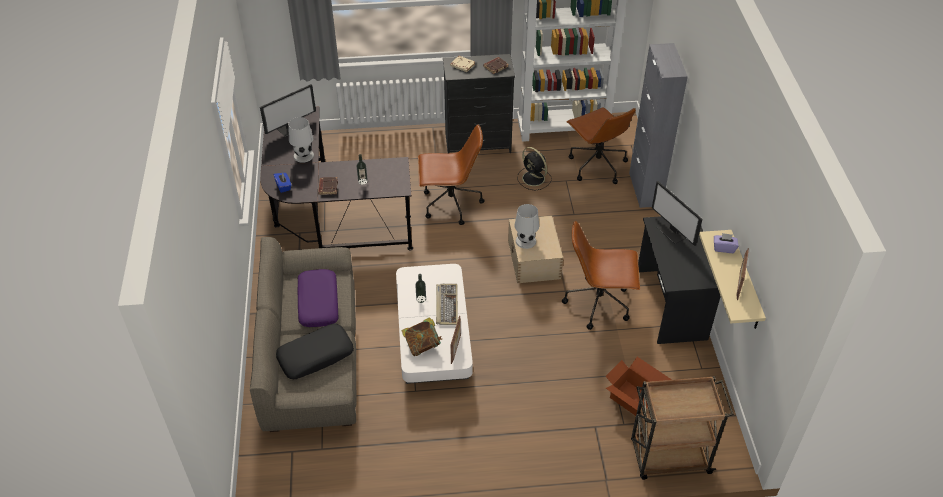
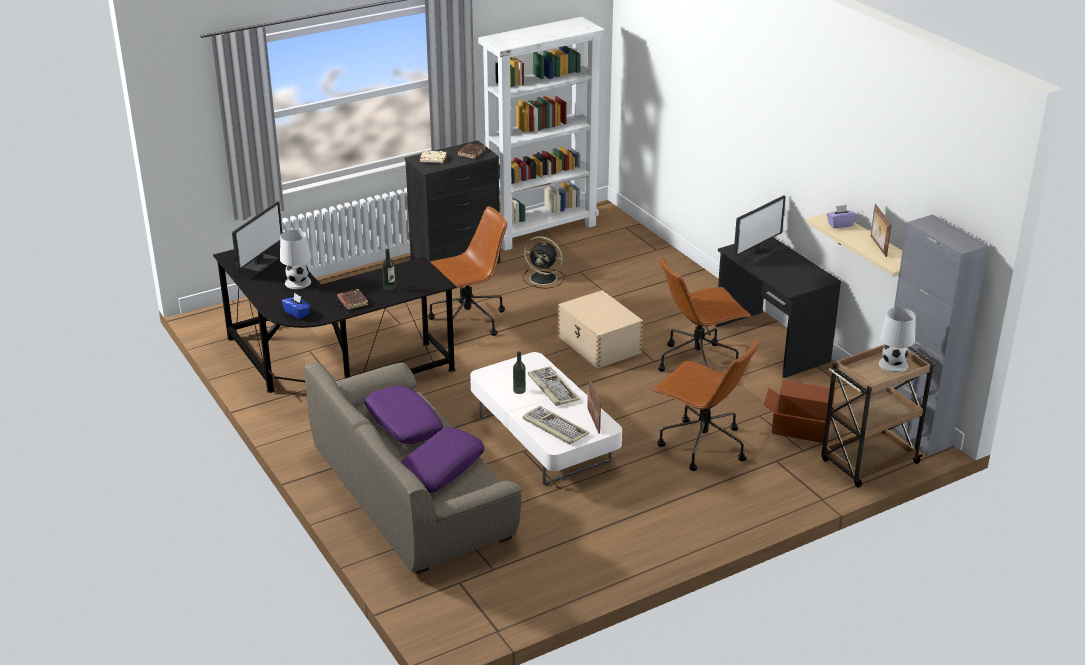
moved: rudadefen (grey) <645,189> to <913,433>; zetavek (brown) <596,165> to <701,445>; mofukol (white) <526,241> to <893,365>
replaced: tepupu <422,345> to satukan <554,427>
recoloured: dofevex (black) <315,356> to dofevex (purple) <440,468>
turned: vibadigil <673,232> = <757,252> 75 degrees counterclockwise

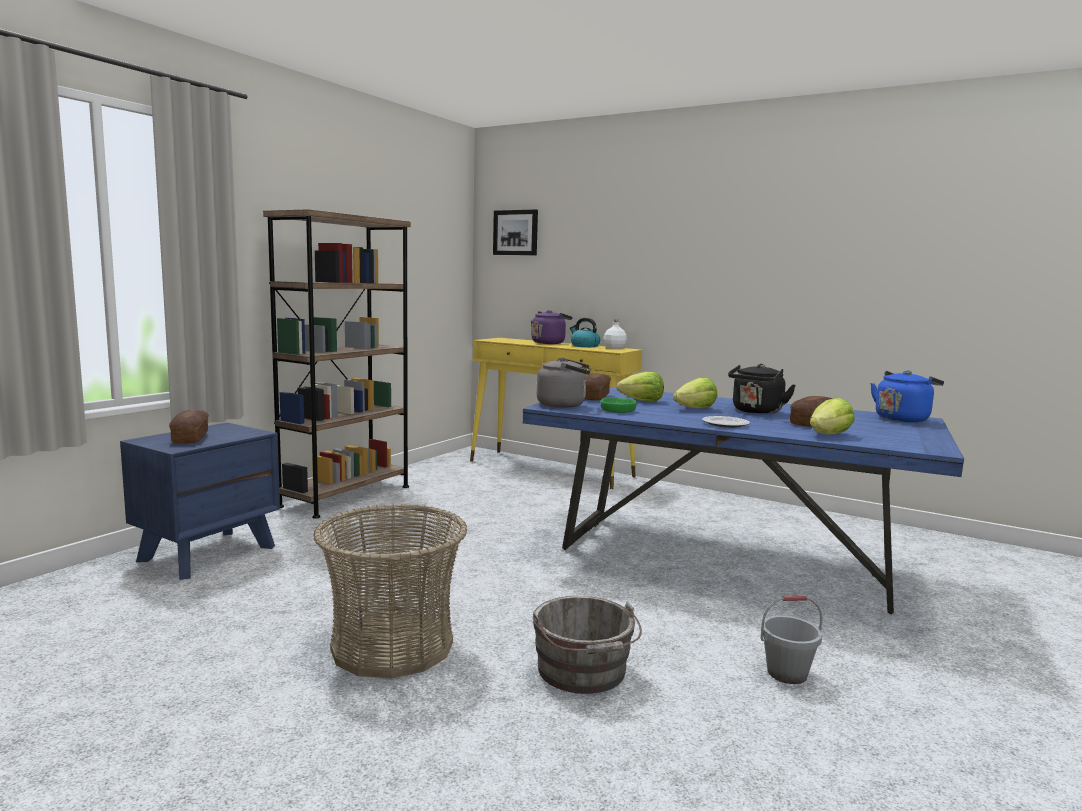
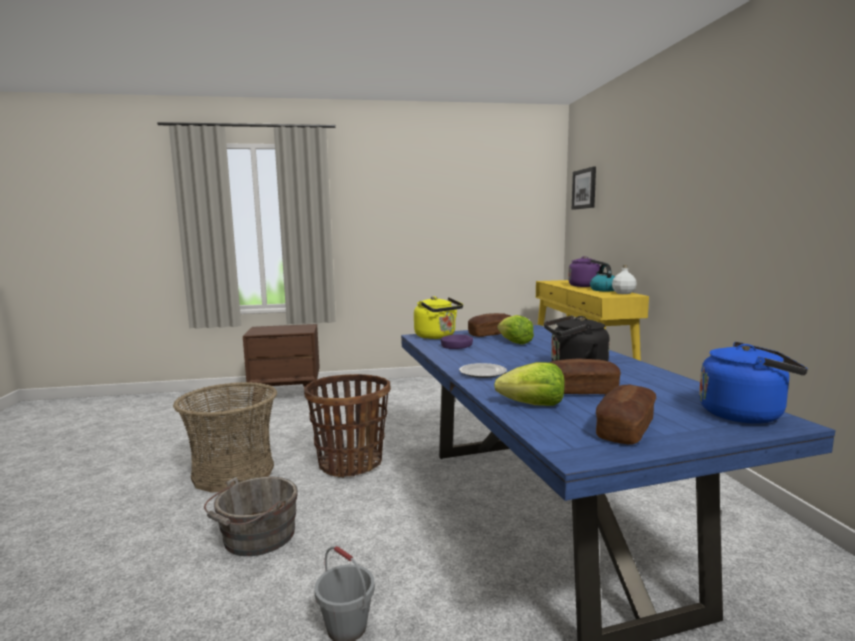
removed: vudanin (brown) <346,496>; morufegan <695,408>
added: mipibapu <350,463>
moved: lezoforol <190,438> to <625,429>
recoloured: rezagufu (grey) <564,405> to rezagufu (yellow) <437,336>; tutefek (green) <618,410> to tutefek (purple) <456,346>; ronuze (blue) <208,553> to ronuze (brown) <287,397>

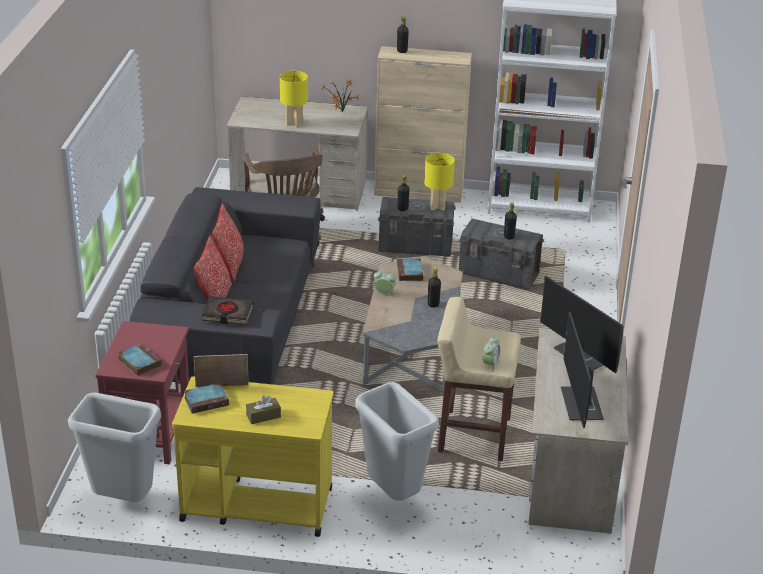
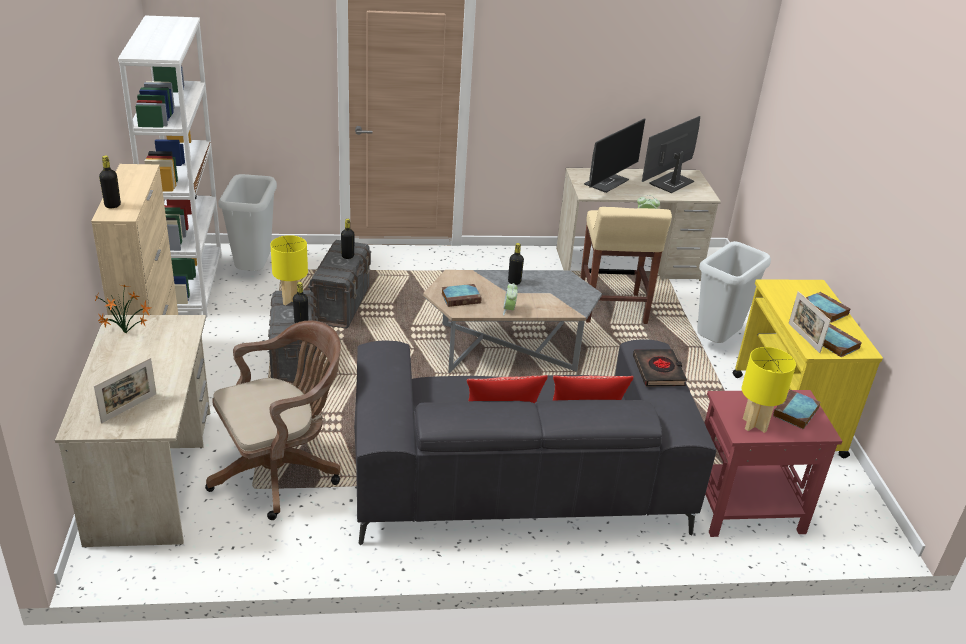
added: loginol <129,408>
moved: mofukol (yellow) <294,124> to <754,424>; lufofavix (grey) <122,501> to <254,272>
replaced: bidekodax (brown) <263,416> to tepupu <823,309>
turned: vibadigil <582,405> = <671,183> 150 degrees clockwise

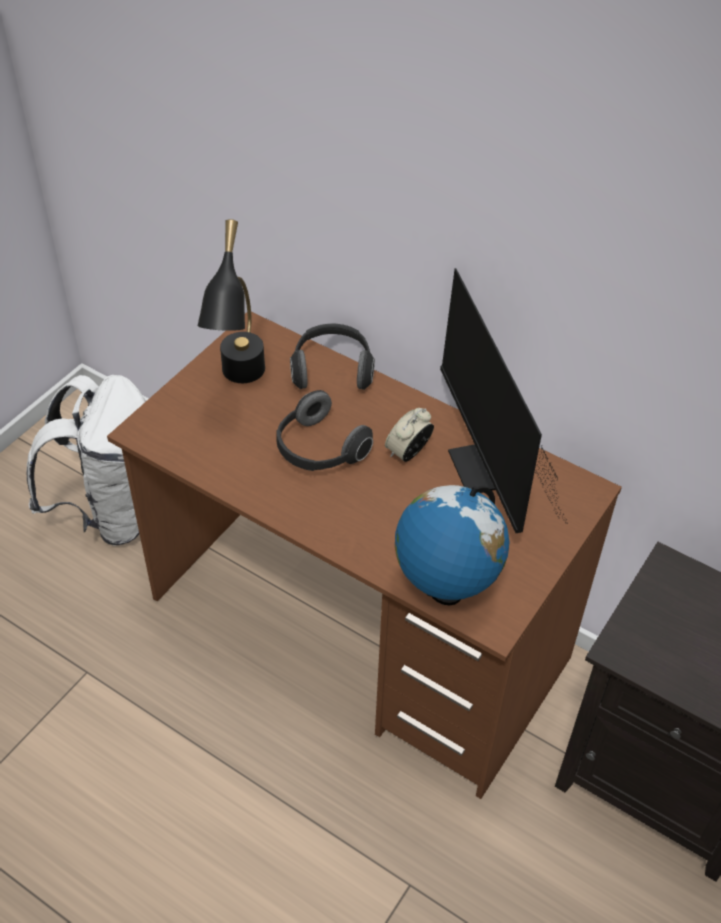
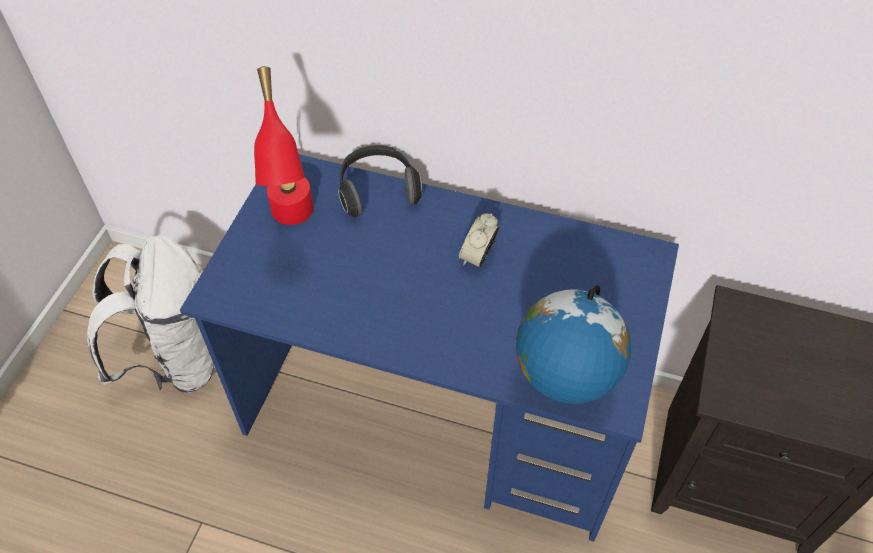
removed: vibadigil <487,476>; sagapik <319,450>
recoloured: mofukol (black) <240,383> to mofukol (red) <294,224>; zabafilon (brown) <358,629> to zabafilon (blue) <437,414>

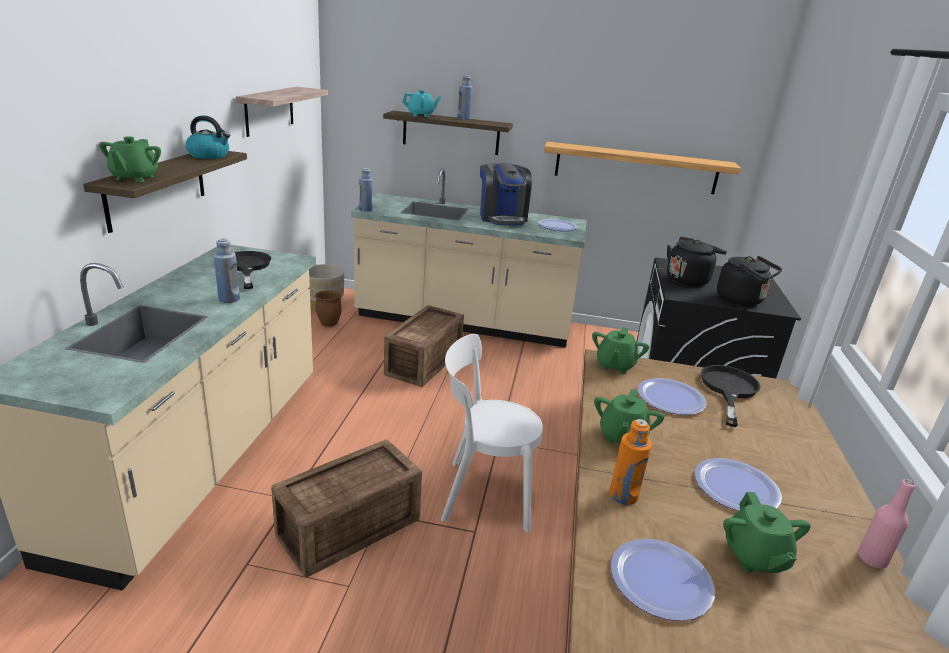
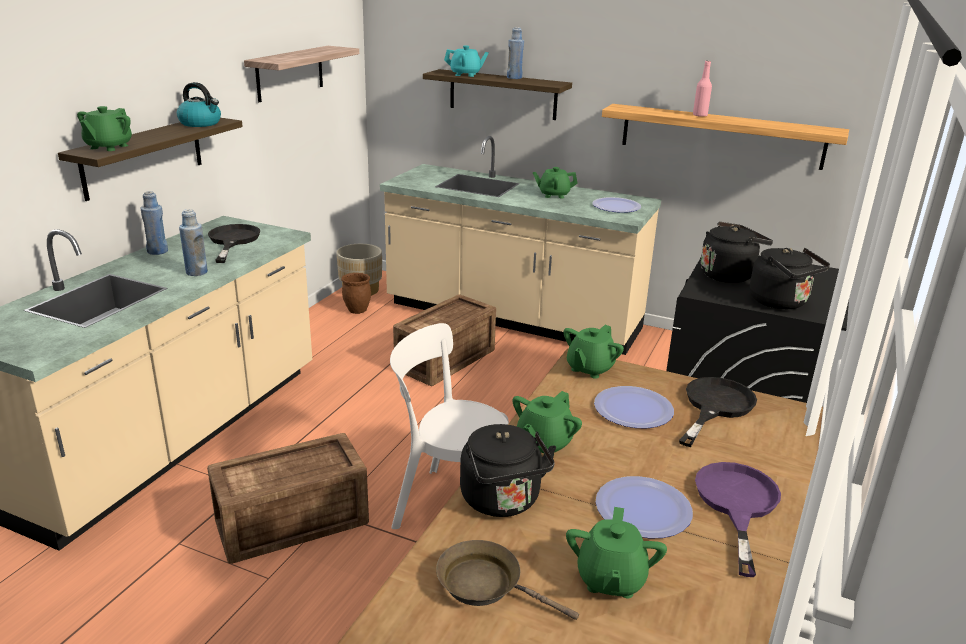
added: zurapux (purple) <736,504>
moved: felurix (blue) <365,209> to <157,251>; felurix (pink) <871,559> to <700,115>
replaced: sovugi <502,218> to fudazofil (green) <553,195>; felurix (orange) <623,495> to rezagufu (black) <503,501>; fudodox <660,580> to zurapux (brown) <486,585>

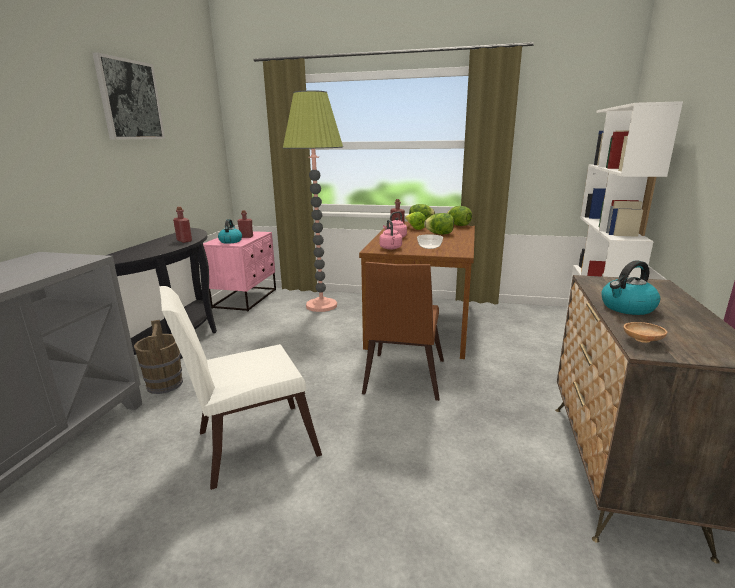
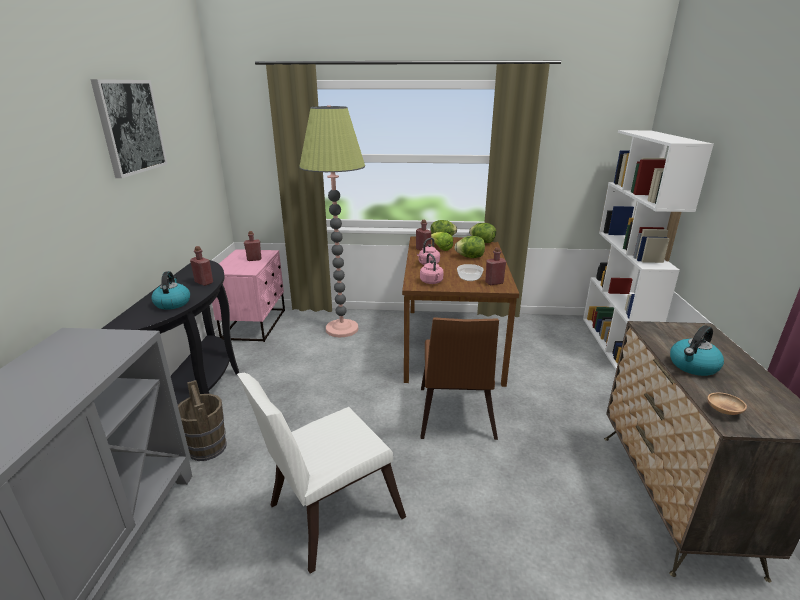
added: felurix (red) <494,283>
moved: rezagufu <230,241> to <172,303>

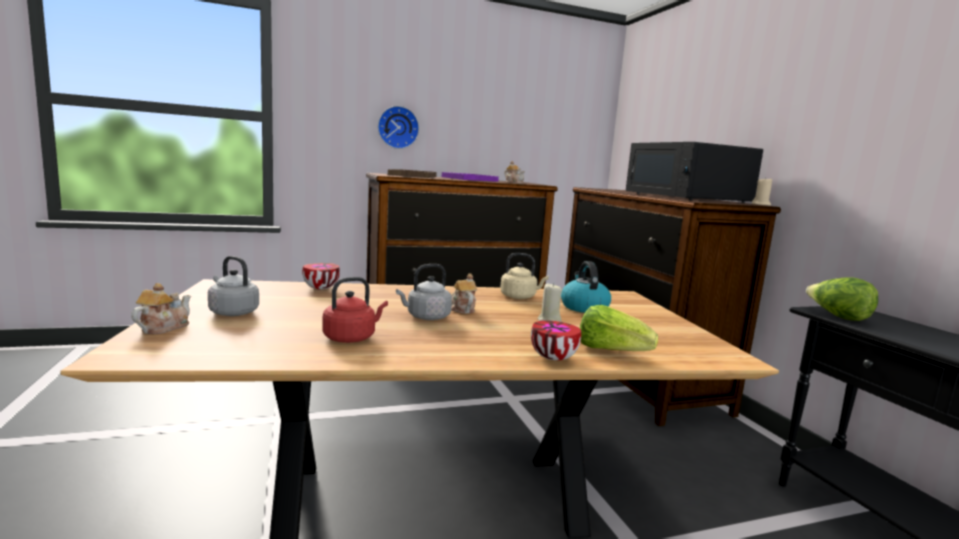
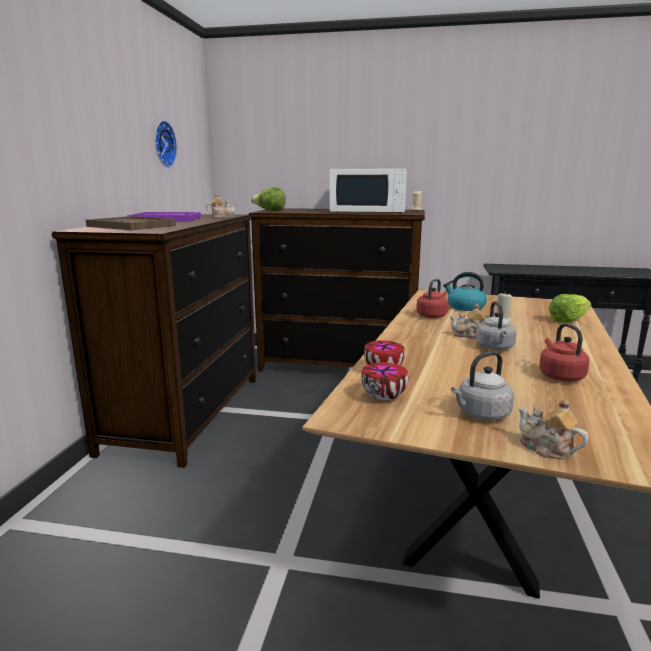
moved: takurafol <398,127> to <162,144>; morufegan <838,317> to <270,211>; tutefek <554,359> to <385,397>
recoloured: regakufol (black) <687,198> to regakufol (white) <370,211>; rezagufu (beige) <520,297> to rezagufu (red) <432,315>

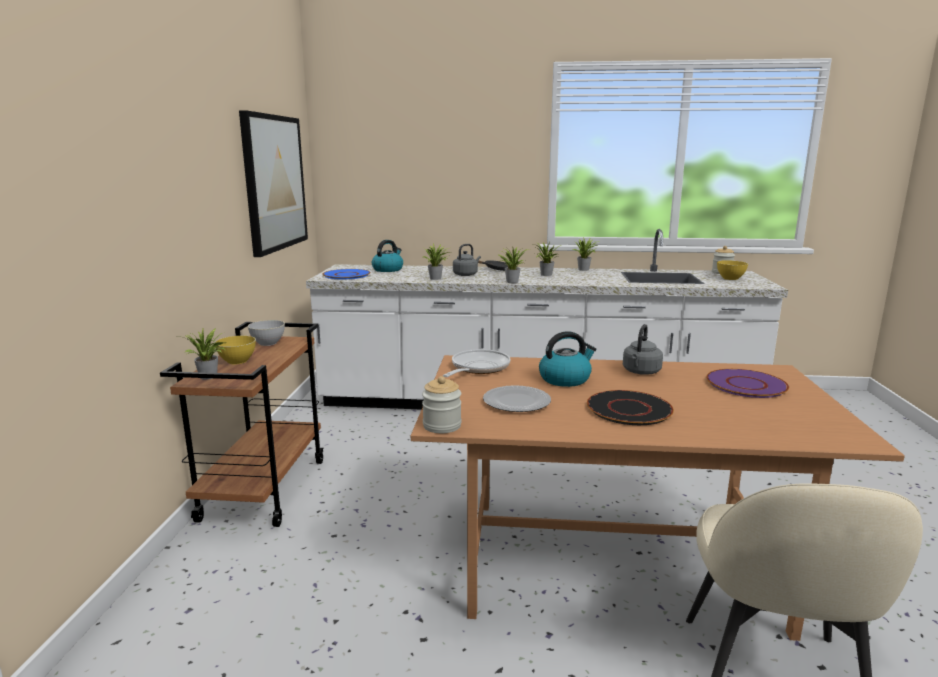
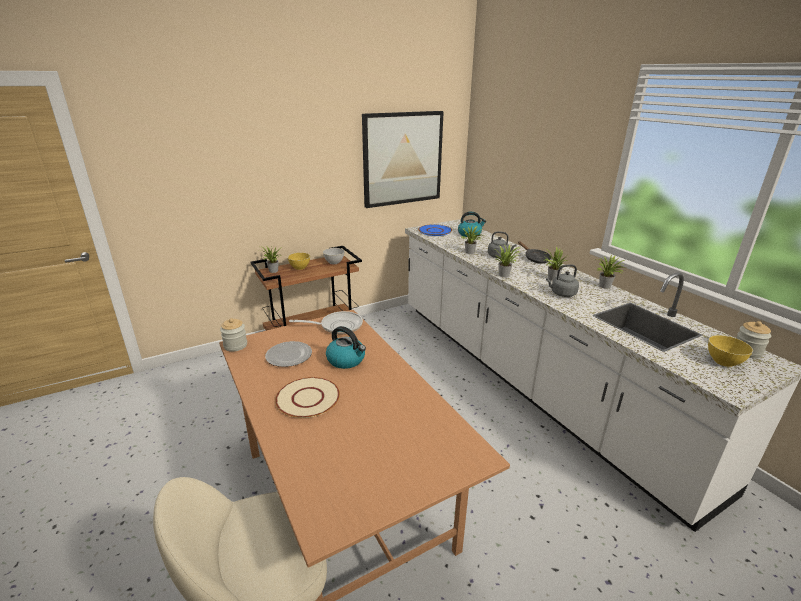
removed: fudodox (purple) <745,384>
moved: rezagufu (grey) <641,372> to <562,294>
recoloured: fudodox (black) <628,409> to fudodox (beige) <307,398>

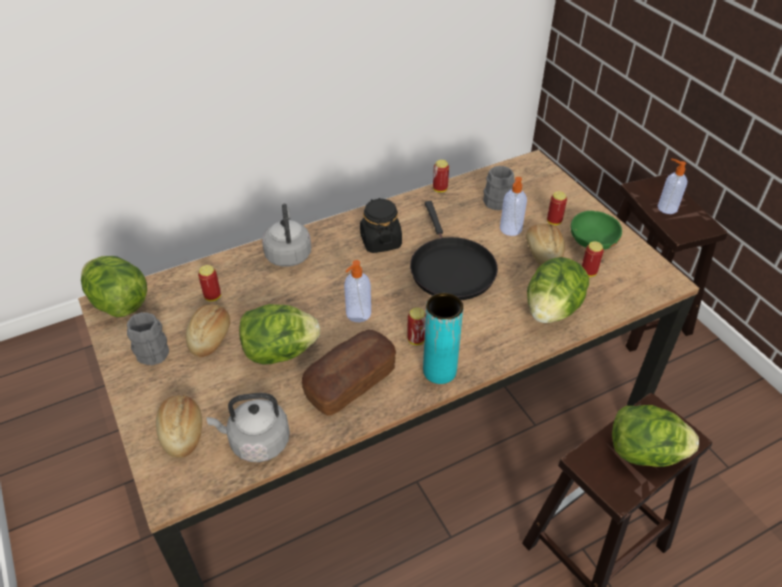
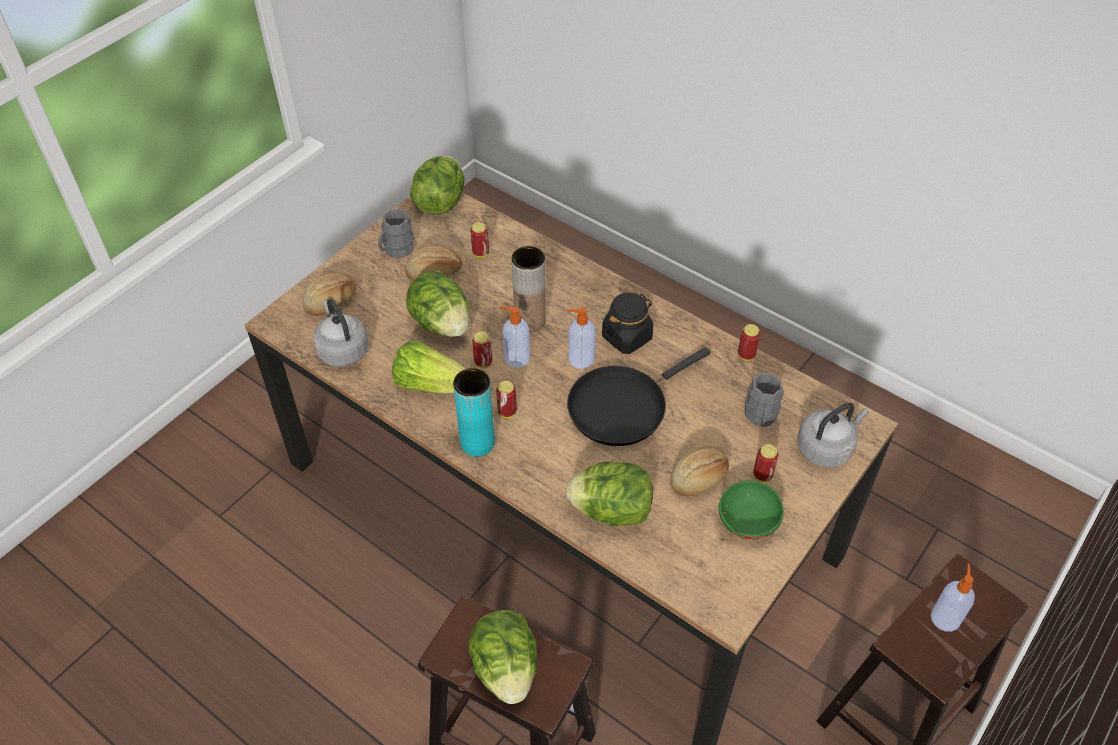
added: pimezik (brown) <530,320>
moved: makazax <510,229> to <580,359>; rezagufu (grey) <288,253> to <826,448>; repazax <588,272> to <483,363>
replaced: lezoforol <350,383> to morufegan <431,384>

